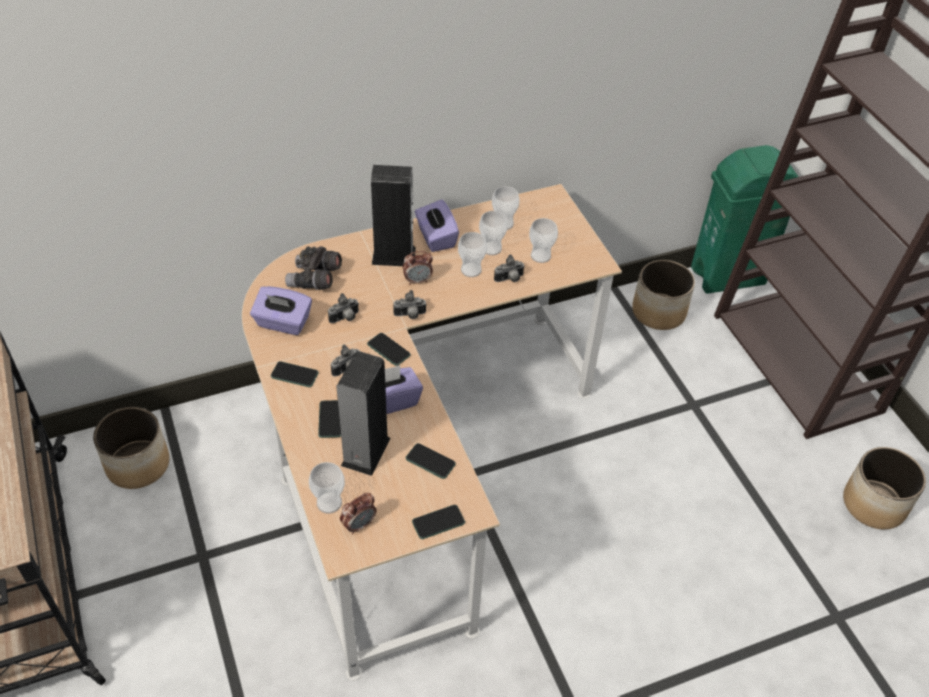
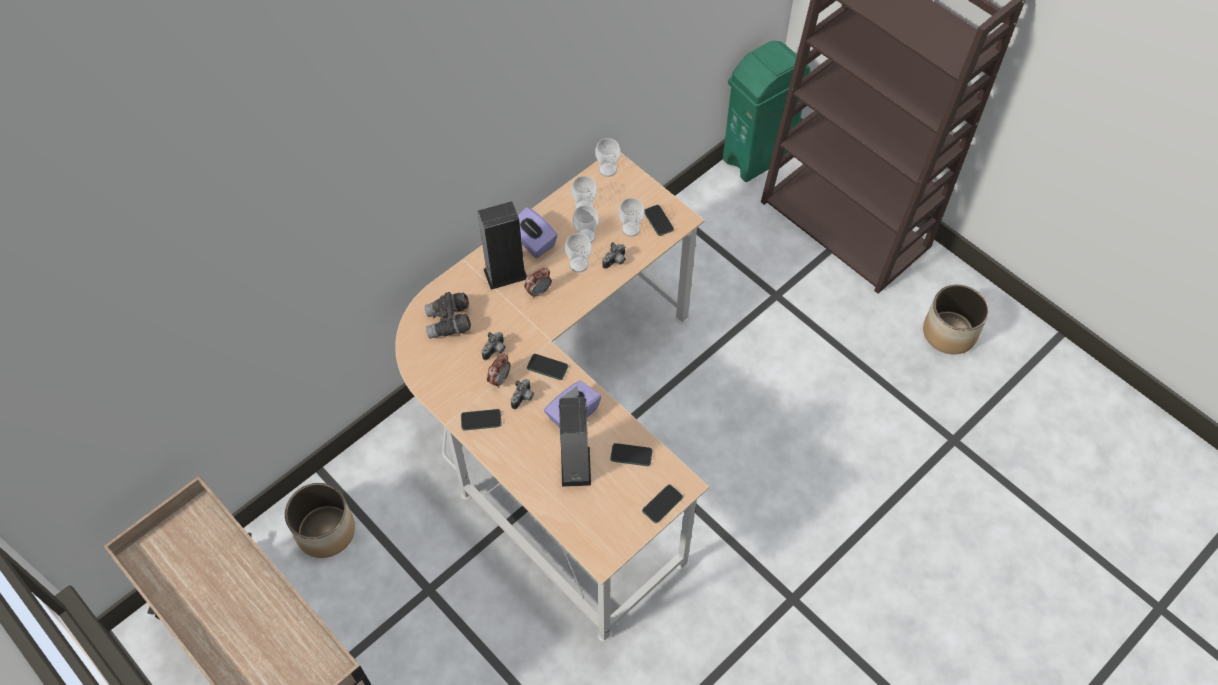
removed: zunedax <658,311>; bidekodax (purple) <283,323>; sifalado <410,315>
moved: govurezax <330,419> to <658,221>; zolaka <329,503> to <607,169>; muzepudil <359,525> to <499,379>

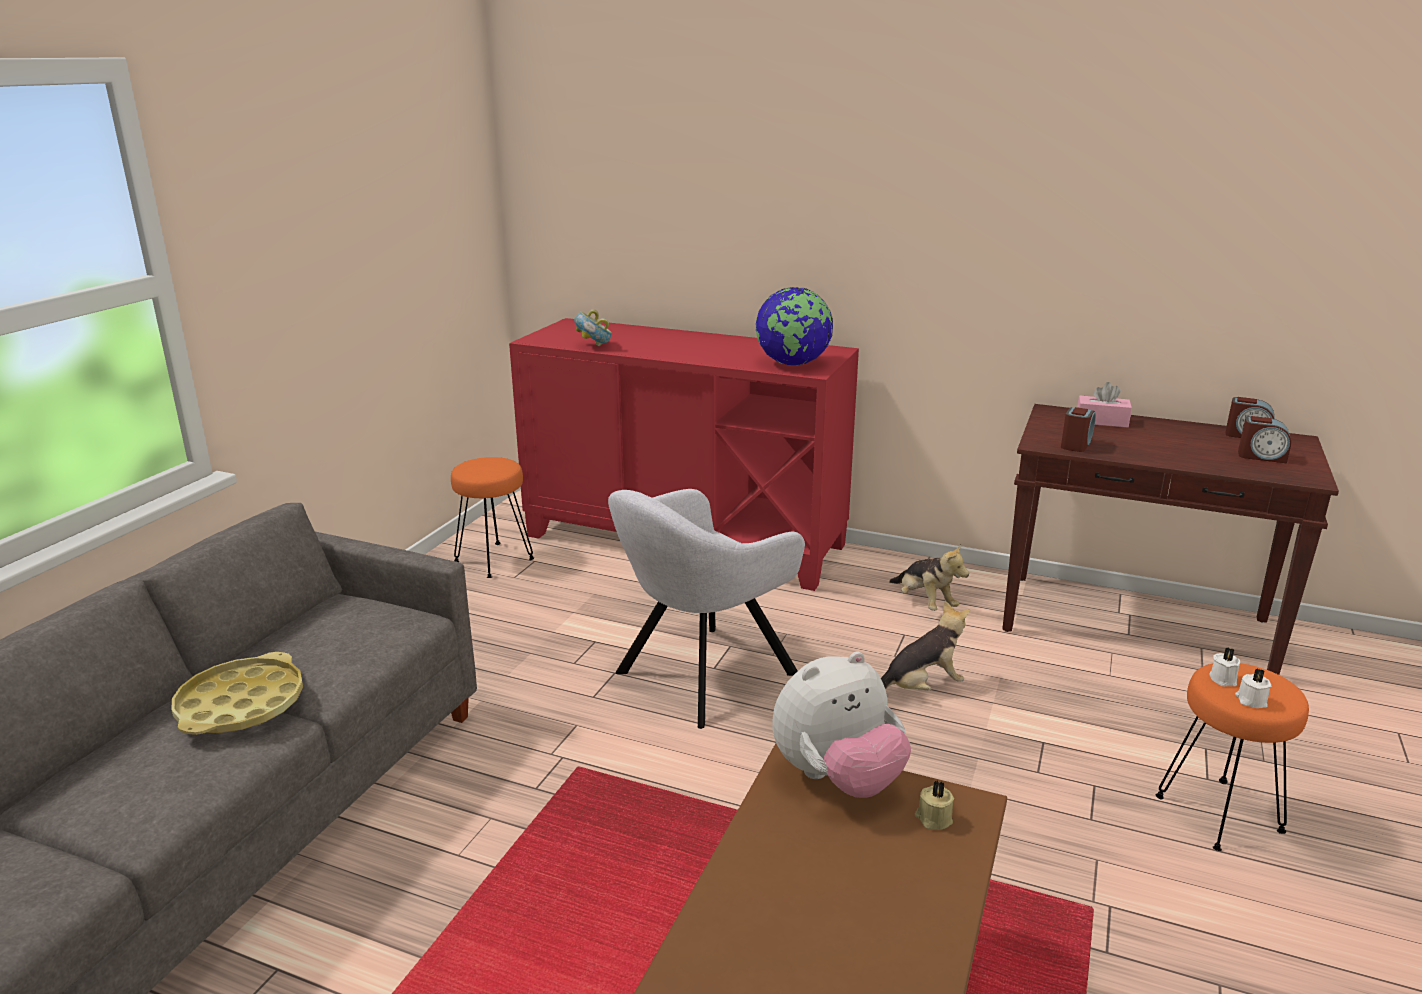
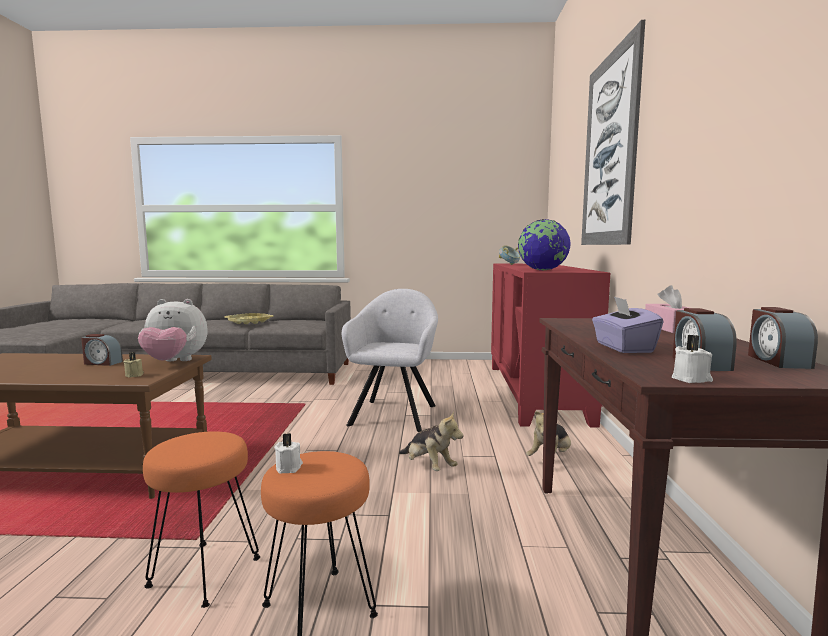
added: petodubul <609,150>; bidekodax (purple) <623,348>
moved: muzepudil <1076,444> to <102,363>; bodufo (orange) <495,560> to <205,573>; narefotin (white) <1223,679> to <692,379>
turned: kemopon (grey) <701,676> = <394,413> 75 degrees clockwise; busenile <837,779> = <174,362> 45 degrees counterclockwise

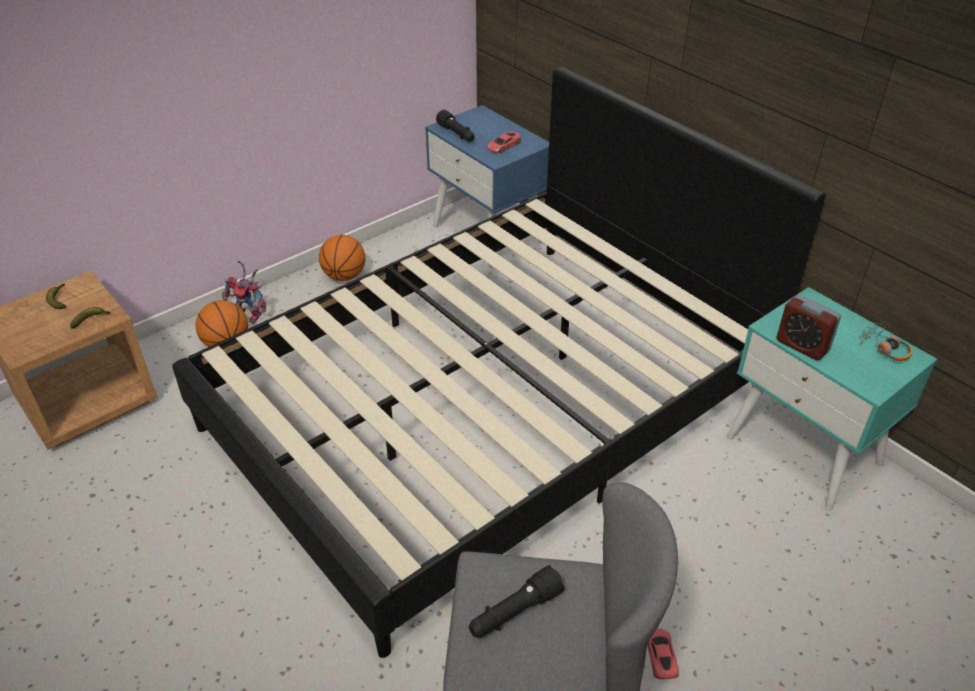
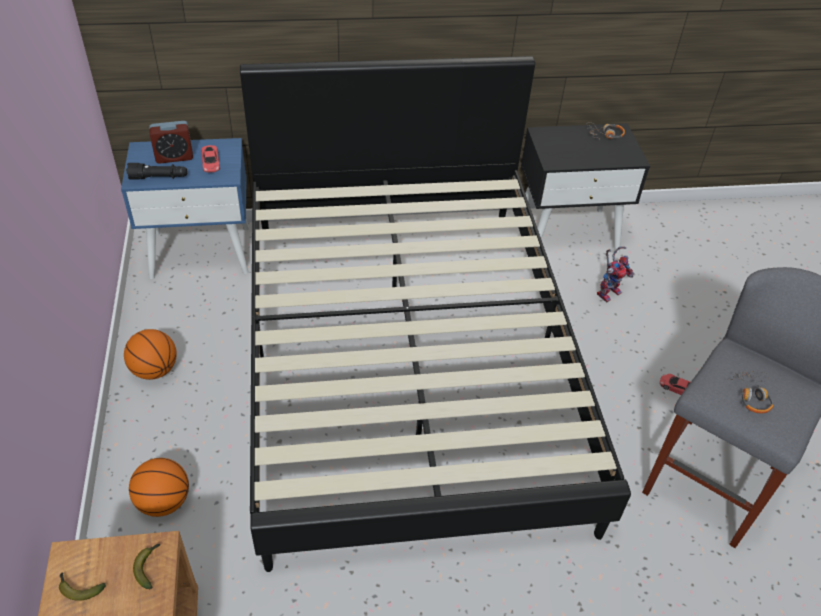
moved: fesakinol <251,315> to <608,291>; muzepudil <802,345> to <174,157>
replaced: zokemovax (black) <514,612> to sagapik <752,395>
recoloured: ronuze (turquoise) <804,450> to ronuze (black) <567,232>

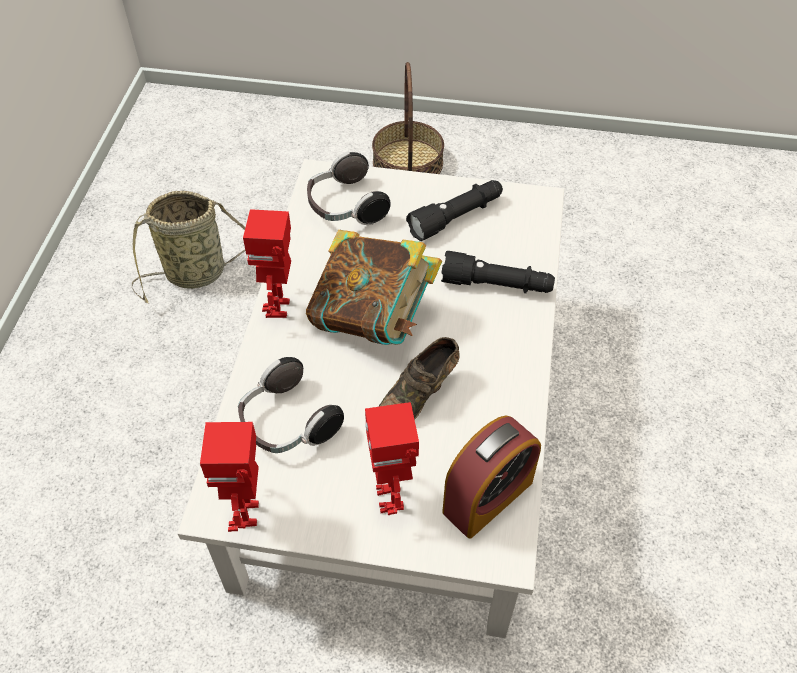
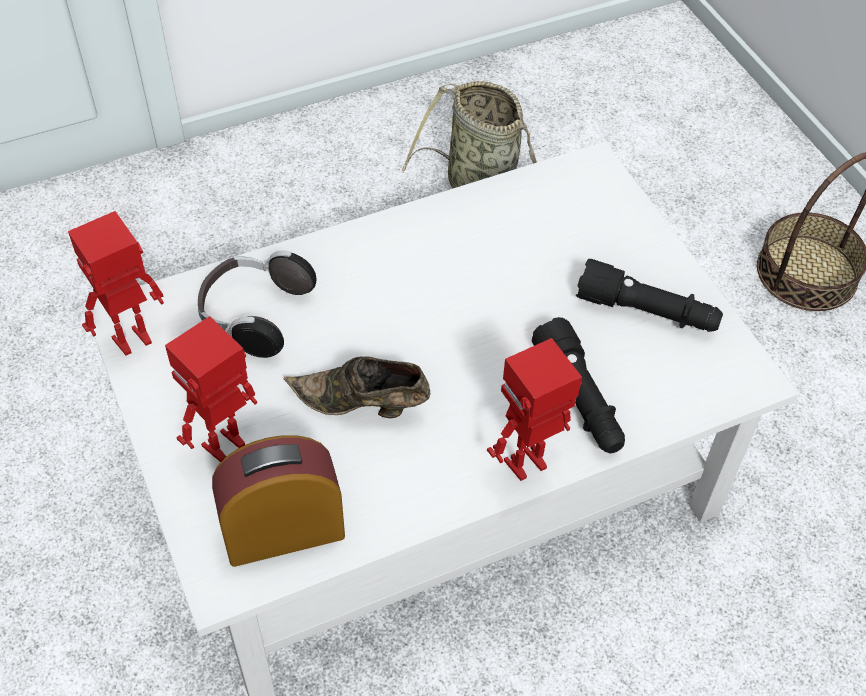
removed: sagapik <345,206>; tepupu <373,318>
moved: fesakinol <279,308> to <527,465>
turned: muzepudil <488,496> = <283,531> 150 degrees clockwise

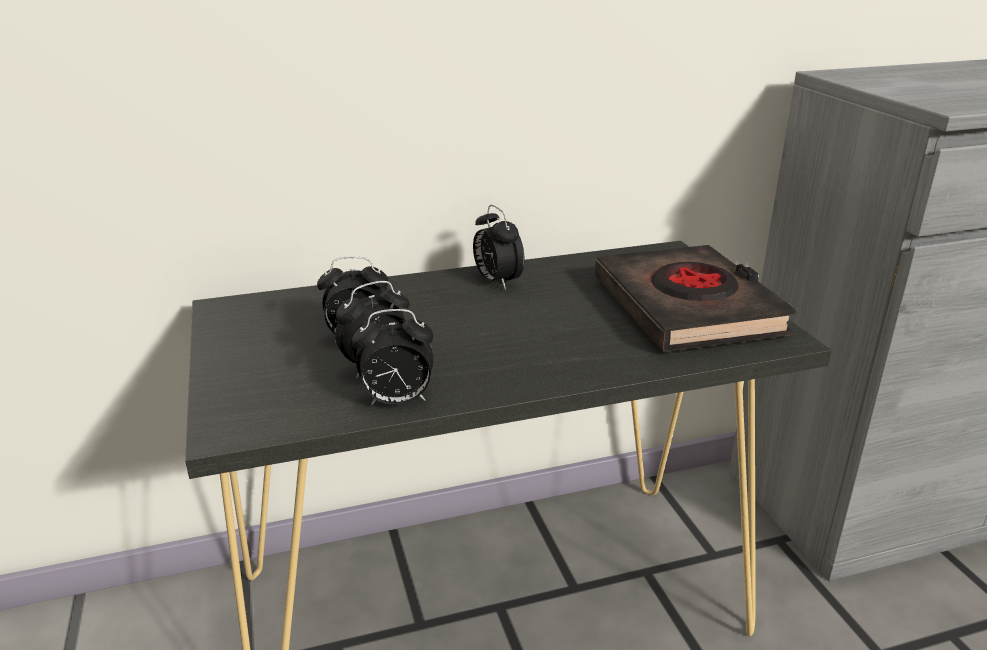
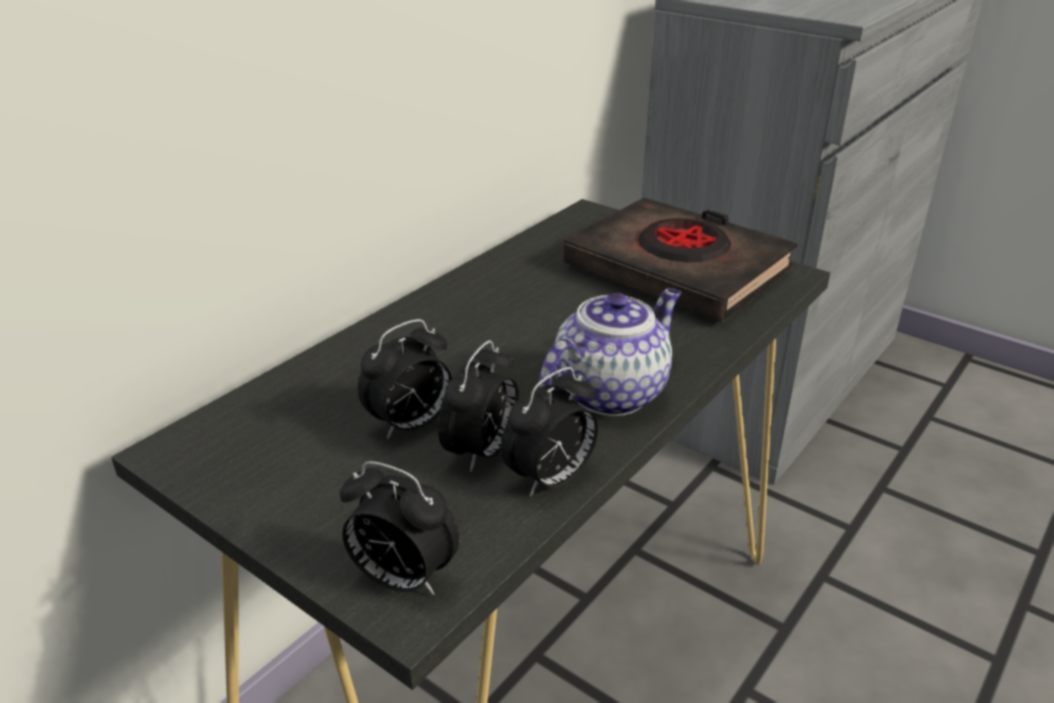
added: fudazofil <611,392>
moved: muzepudil <497,281> to <402,579>

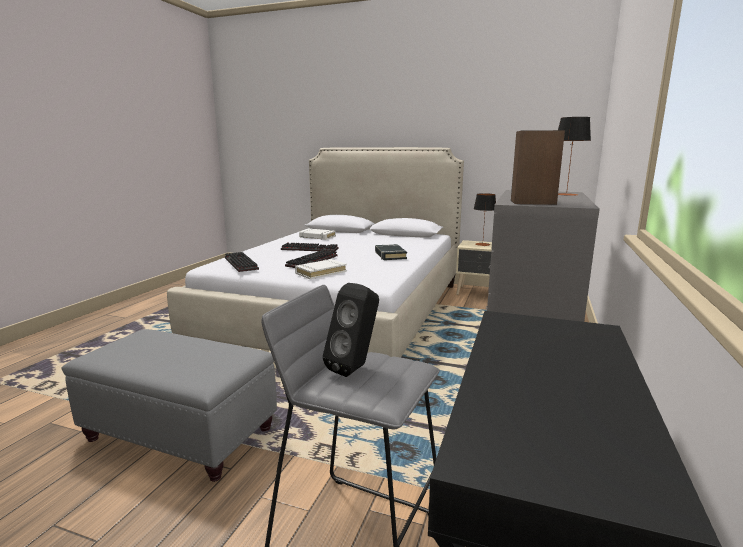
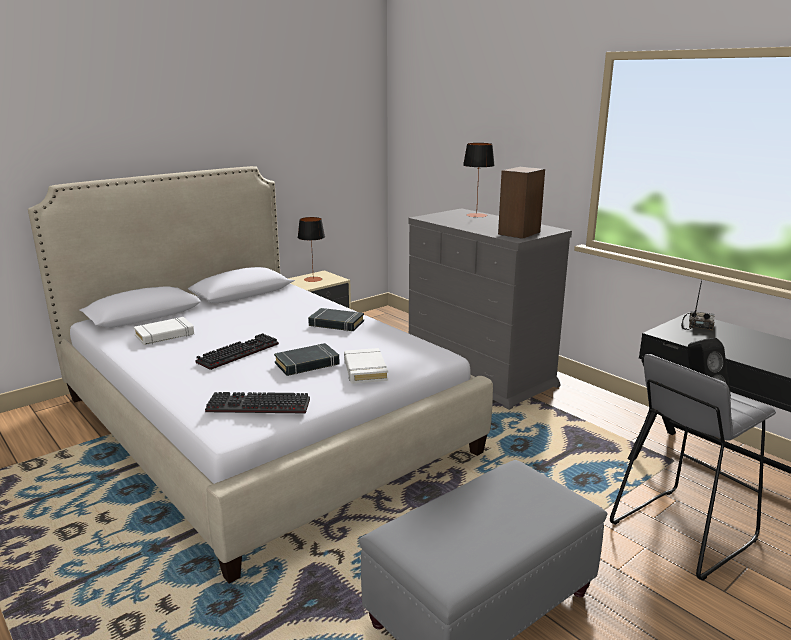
added: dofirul <697,325>
replaced: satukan <312,261> to tepupu (black) <307,364>

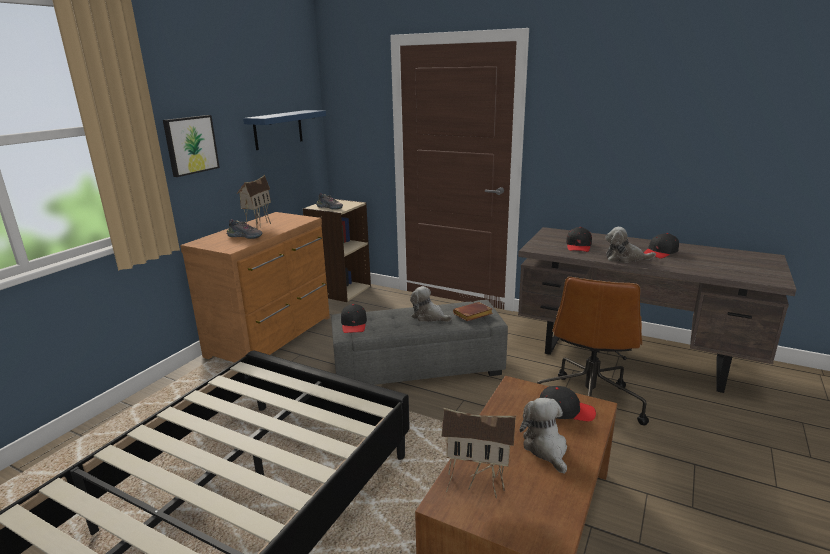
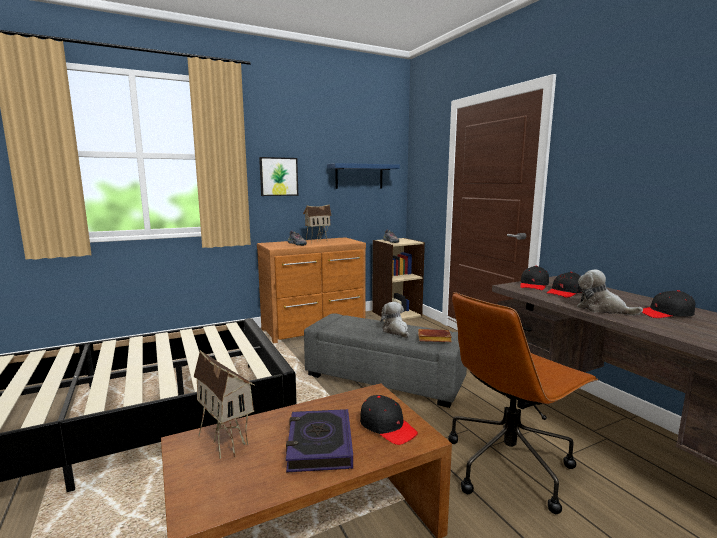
moved: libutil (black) <354,324> to <533,285>
replaced: busenile <546,448> to tepupu <319,445>

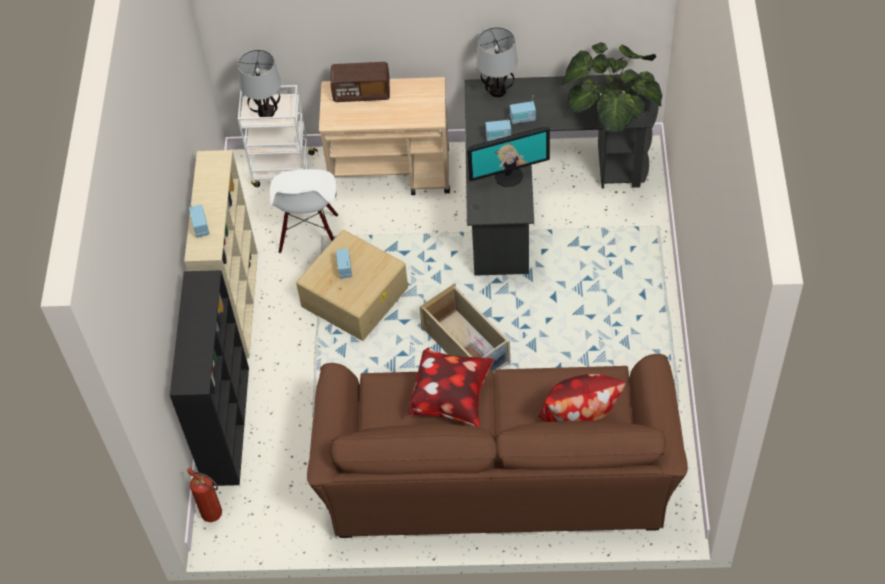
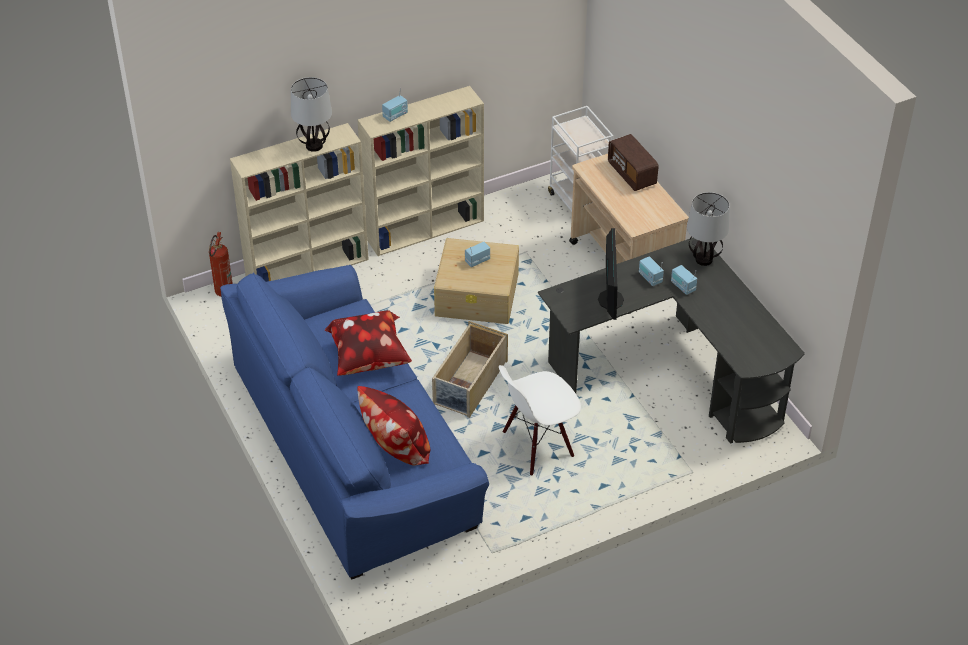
removed: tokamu <612,109>
moved: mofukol <267,112> to <314,146>; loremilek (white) <310,234> to <537,445>
recoloured: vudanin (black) <226,424> to vudanin (beige) <308,267>; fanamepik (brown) <496,469> to fanamepik (blue) <355,447>
turned: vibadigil <508,176> = <610,299> 135 degrees counterclockwise

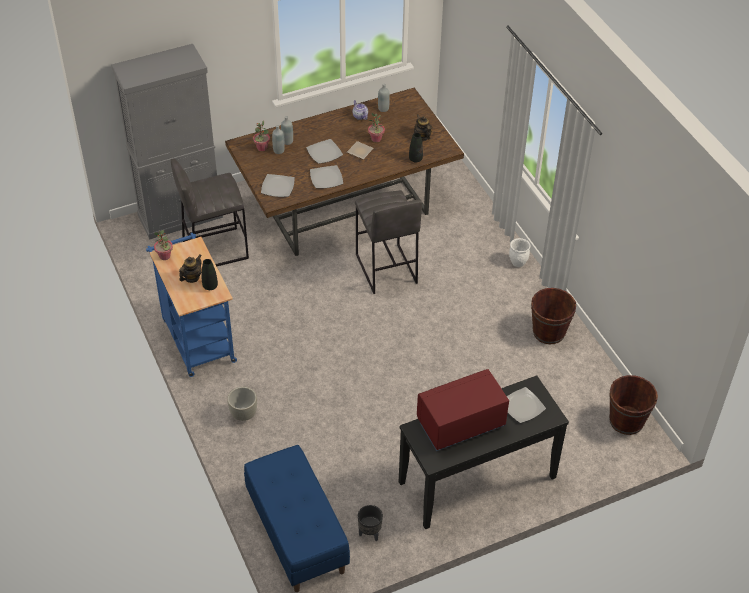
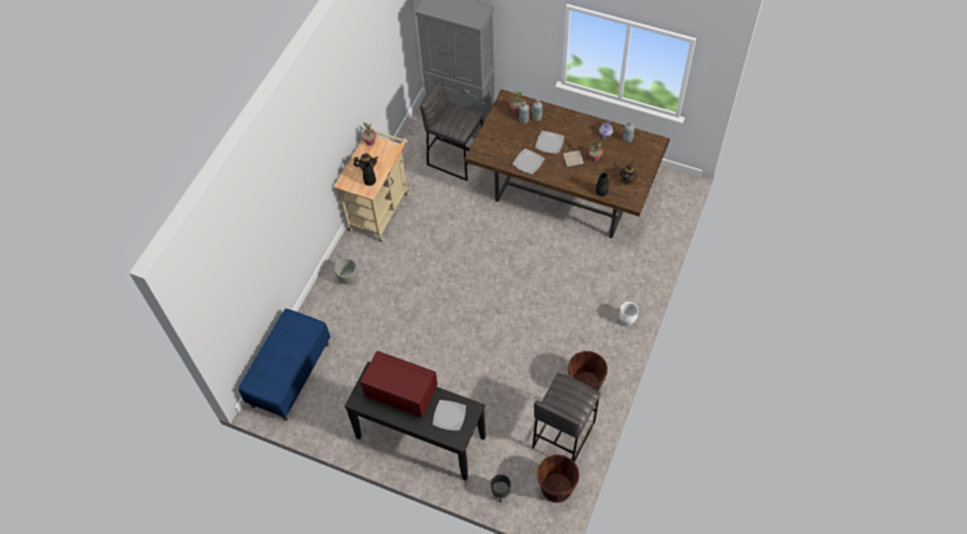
removed: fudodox <277,187>
moved: bodufo (grey) <385,269> to <562,435>; zunedax (black) <370,533> to <501,493>
recoloured: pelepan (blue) <196,337> to pelepan (beige) <380,208>

